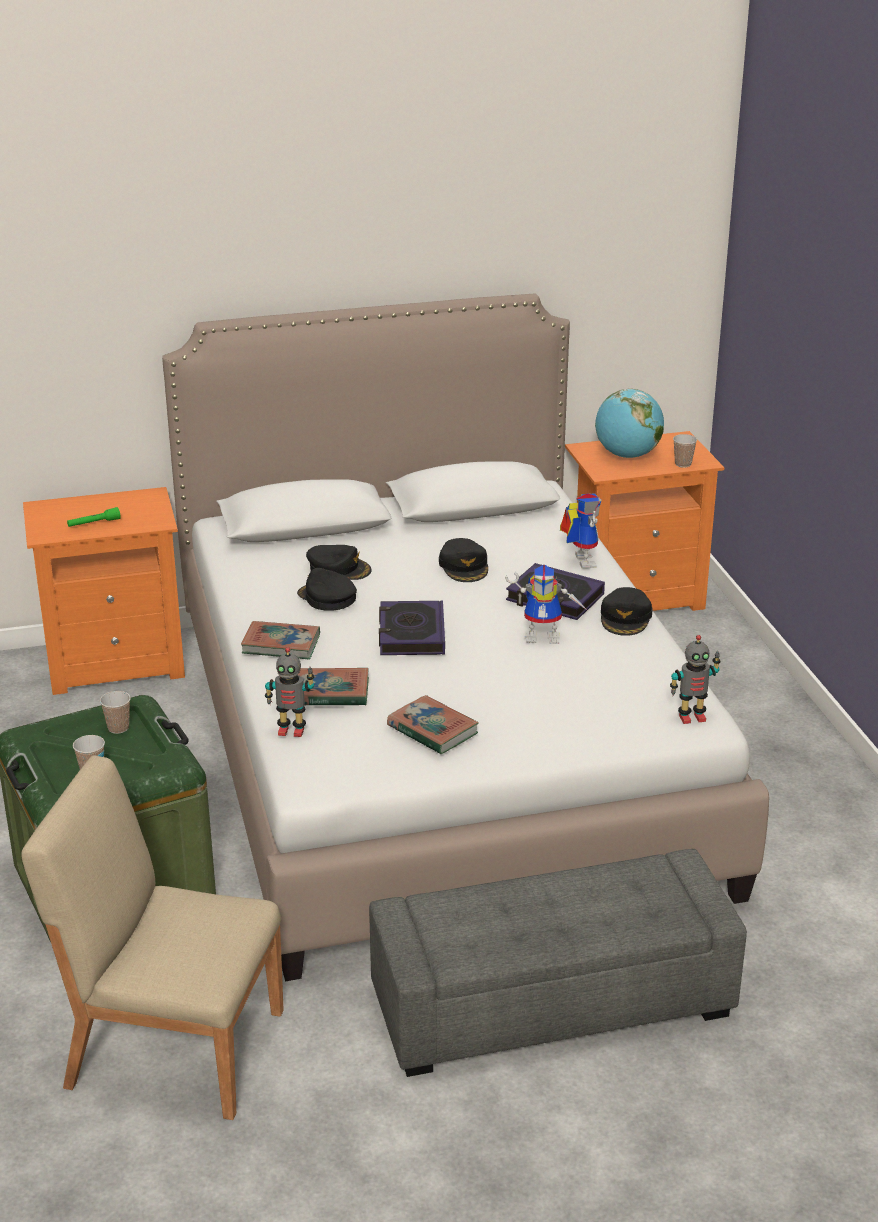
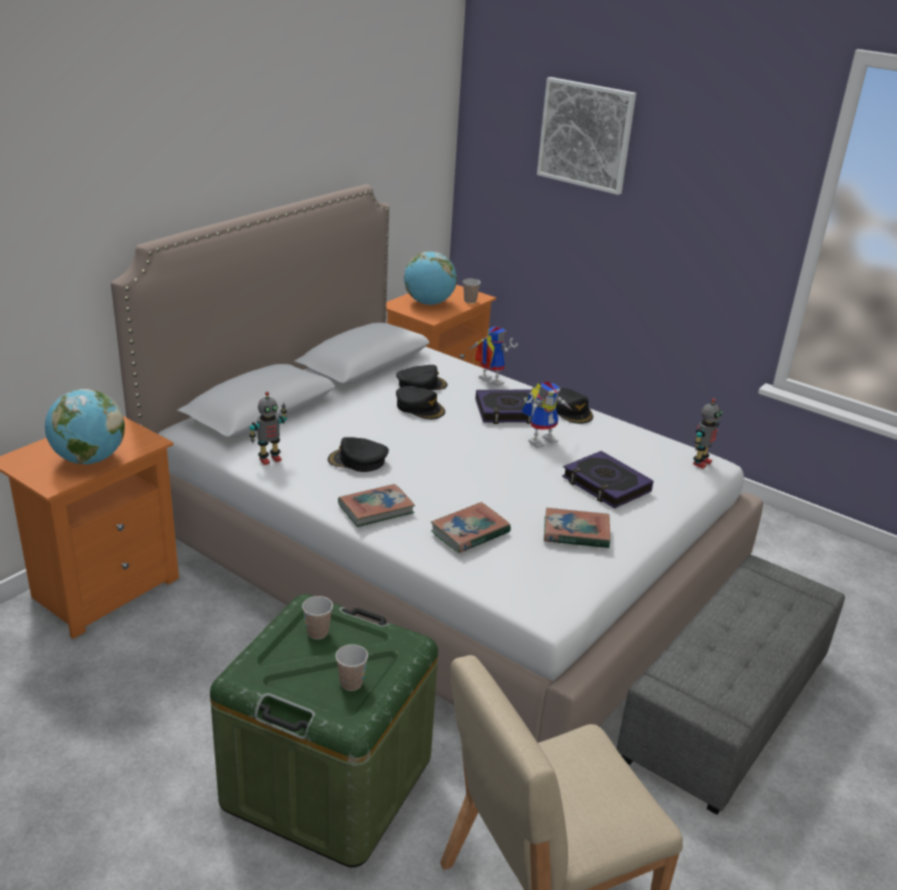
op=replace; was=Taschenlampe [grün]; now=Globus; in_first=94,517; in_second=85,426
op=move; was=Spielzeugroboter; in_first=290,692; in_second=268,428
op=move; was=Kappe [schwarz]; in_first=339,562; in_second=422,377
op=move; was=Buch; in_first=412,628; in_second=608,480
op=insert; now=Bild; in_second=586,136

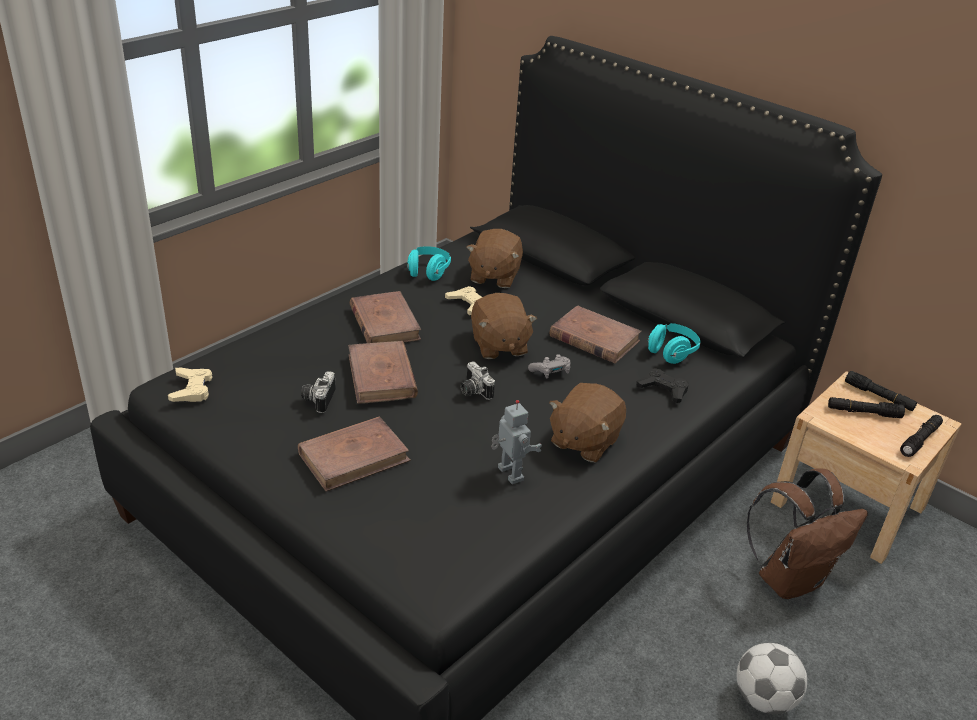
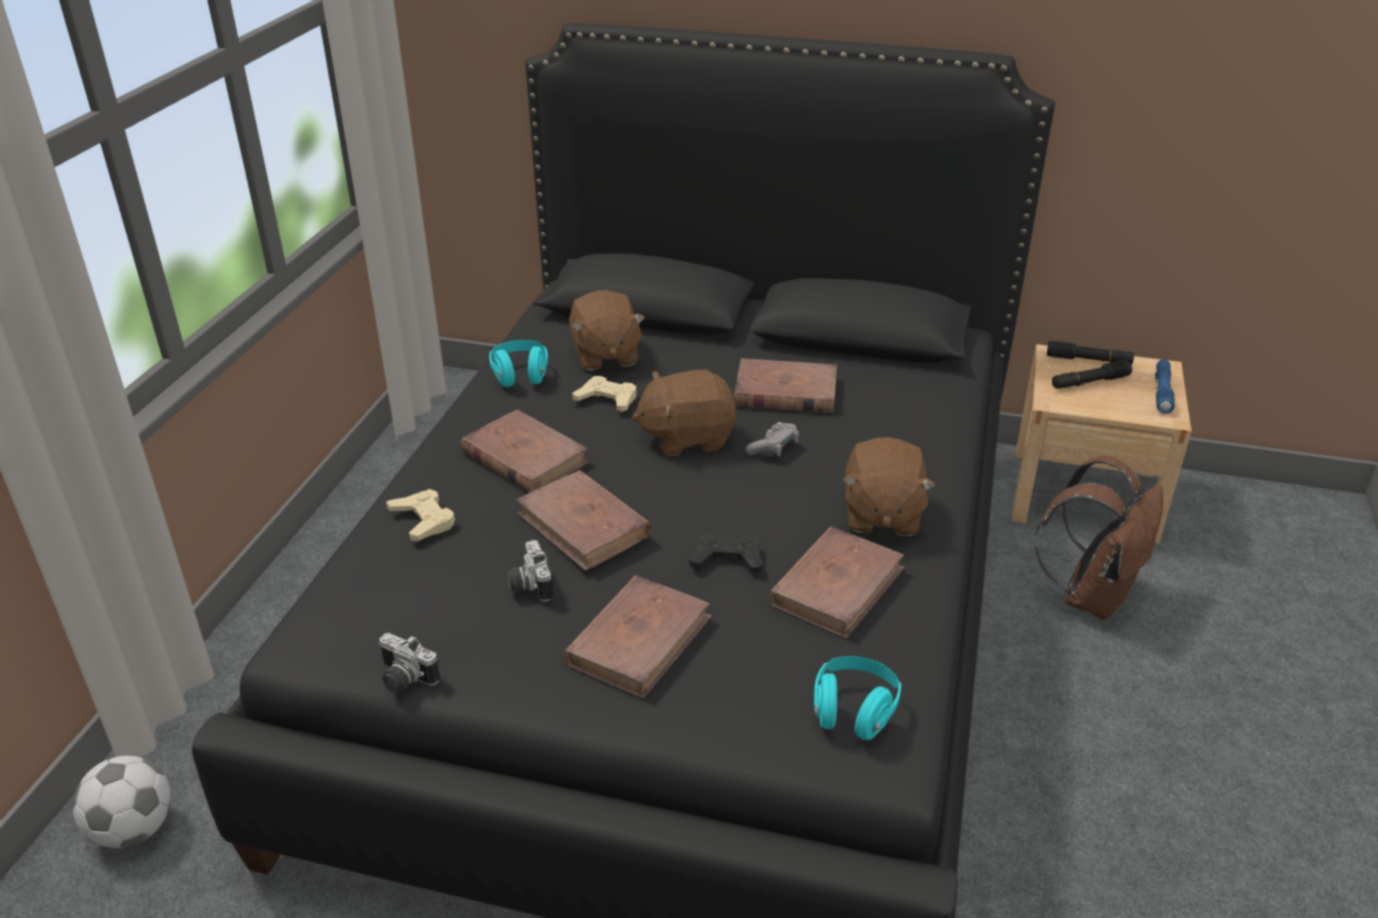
op=move; was=Gamepad [beige]; in_first=190,385; in_second=420,515
op=move; was=Kamera; in_first=477,381; in_second=409,663
op=rotate; was=Plüschtier [braun]; in_first=504,326; in_second=684,413; clockwise=120
op=replace; was=Spielzeugroboter; now=Buch [braun]; in_first=516,442; in_second=836,582
op=move; was=Gamepad [schwarz]; in_first=662,386; in_second=726,552
op=move; was=Kopfhörer [türkis]; in_first=674,343; in_second=857,698
op=move; was=Fußball; in_first=772,678; in_second=122,802
op=recolor; was=Taschenlampe [schwarz]; now=Taschenlampe [blau]; in_first=921,436; in_second=1165,386

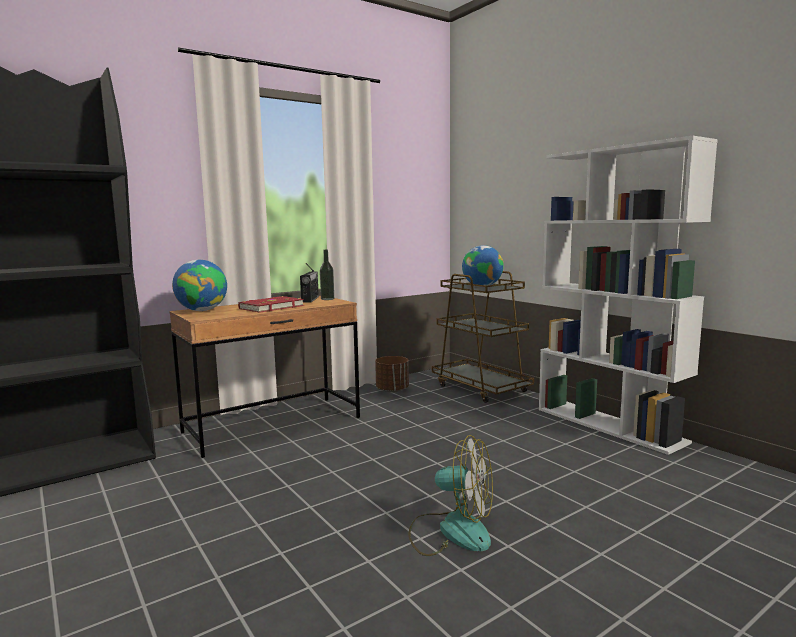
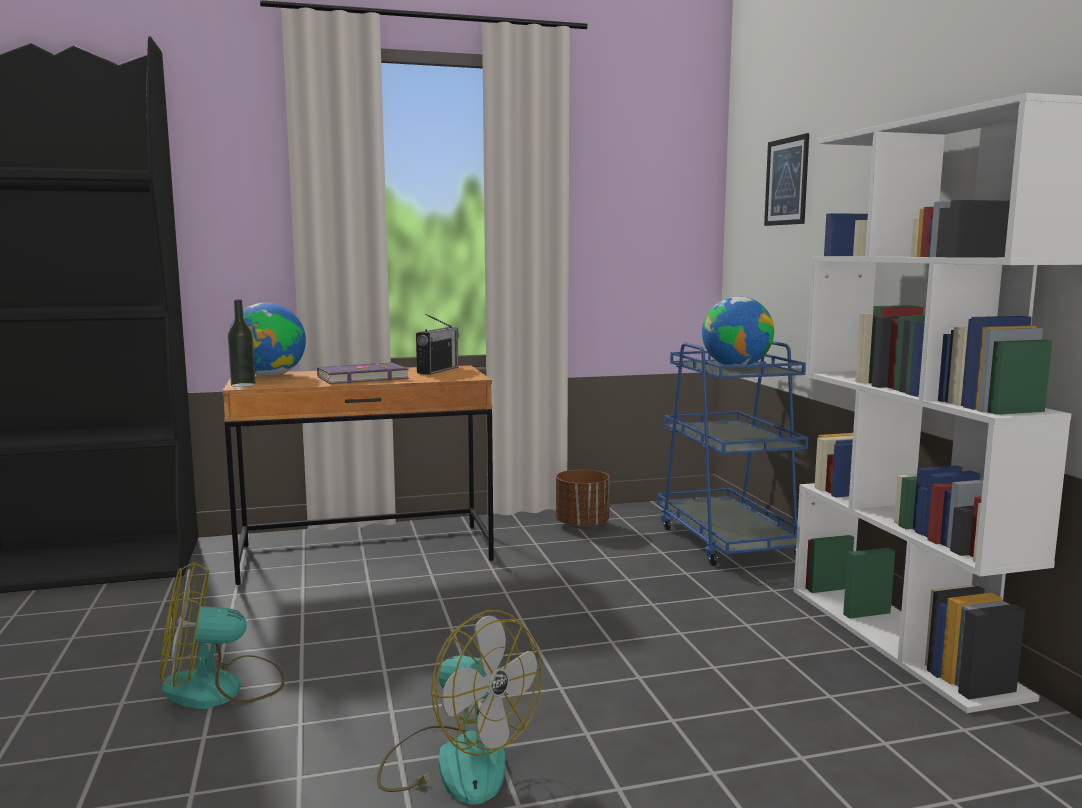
op=recolor; was=Buch [rot]; now=Buch [lila]; in_first=271,304; in_second=363,373
op=move; was=Flasche; in_first=327,275; in_second=242,343
op=recolor; was=Rollwagen [braun]; now=Rollwagen [blau]; in_first=483,337; in_second=732,453
op=insert; now=Ventilator; in_second=222,635
op=insert; now=Bild; in_second=786,179

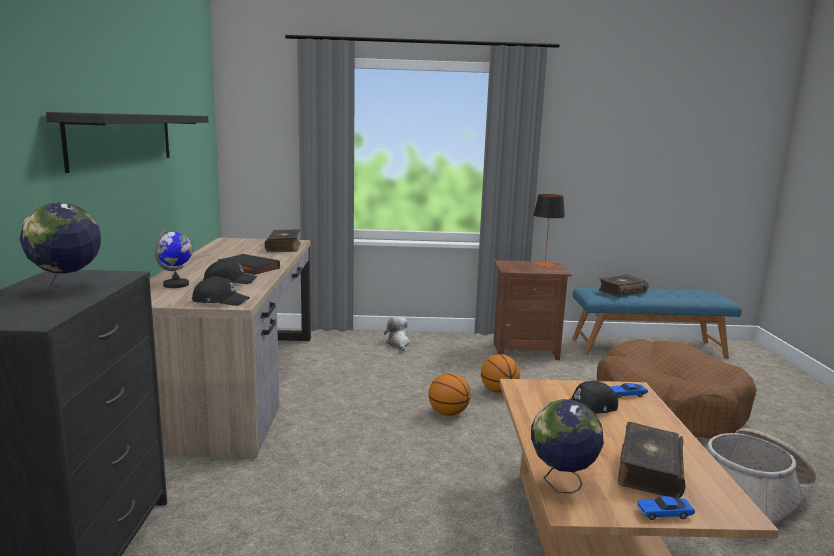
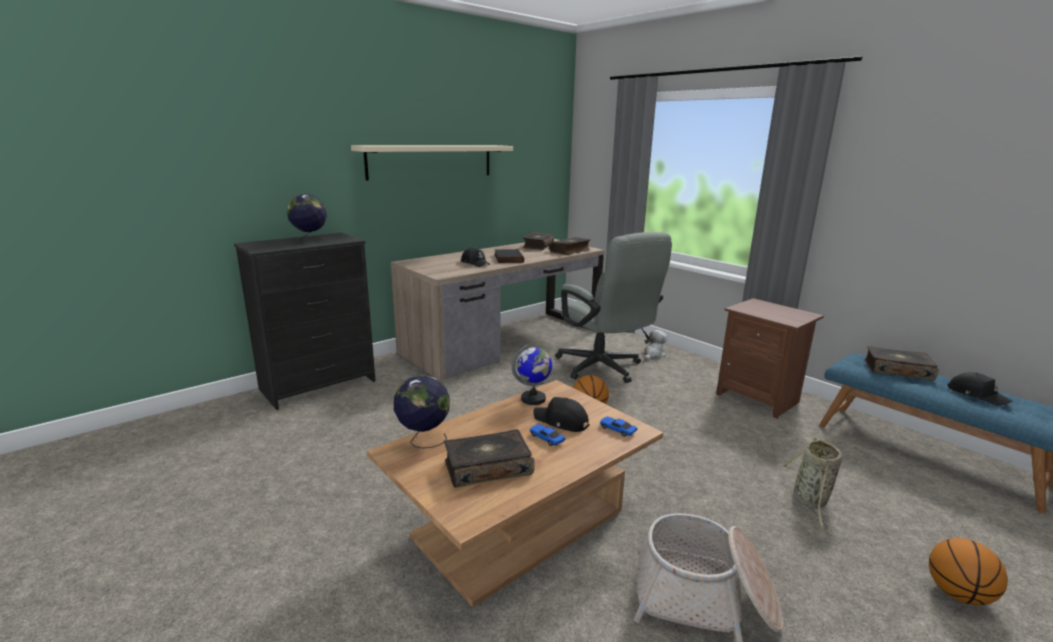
op=recolor; was=Wandregal [schwarz]; now=Wandregal [beige]; in_first=127,142; in_second=432,162
op=move; was=Globus; in_first=173,258; in_second=531,374
op=move; was=Kappe [schwarz]; in_first=221,291; in_second=979,389
op=move; was=Basketball; in_first=500,374; in_second=968,571
op=delete; was=Tischlampe; in_first=549,230
op=replace; was=Hundebett [braun]; now=Korb; in_first=677,389; in_second=811,484
op=move; was=Spielzeugauto; in_first=666,508; in_second=547,435
op=insert; now=Buch; in_second=538,241
op=insert; now=Bürostuhl [grau]; in_second=613,307

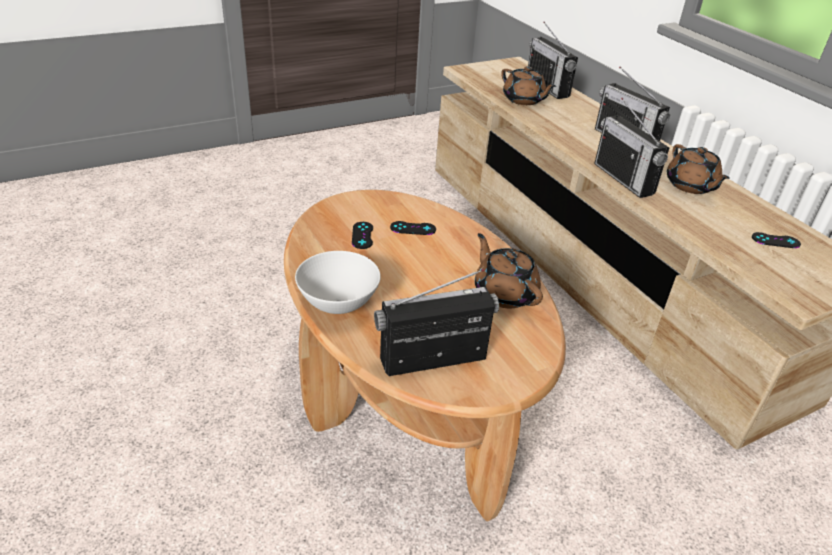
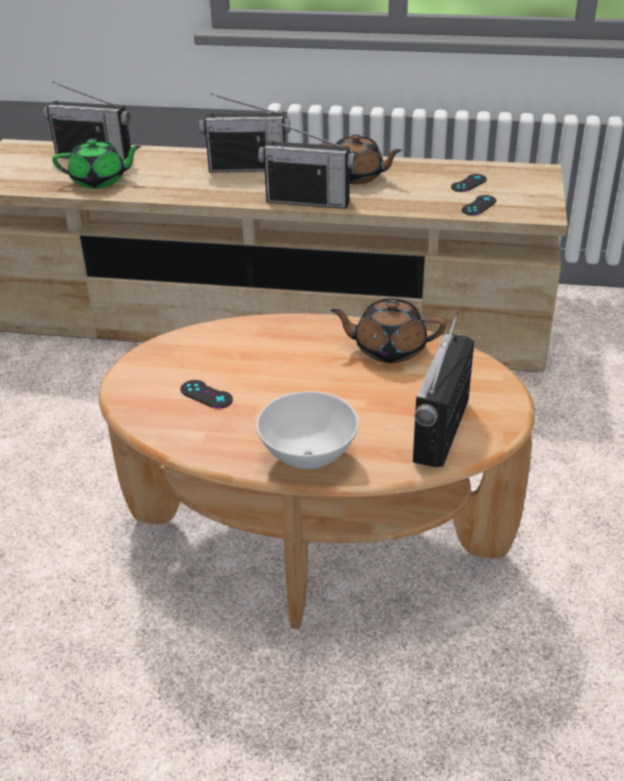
op=move; was=Gamepad [schwarz]; in_first=413,228; in_second=479,205
op=recolor; was=Teekanne [braun]; now=Teekanne [grün]; in_first=528,85; in_second=96,164

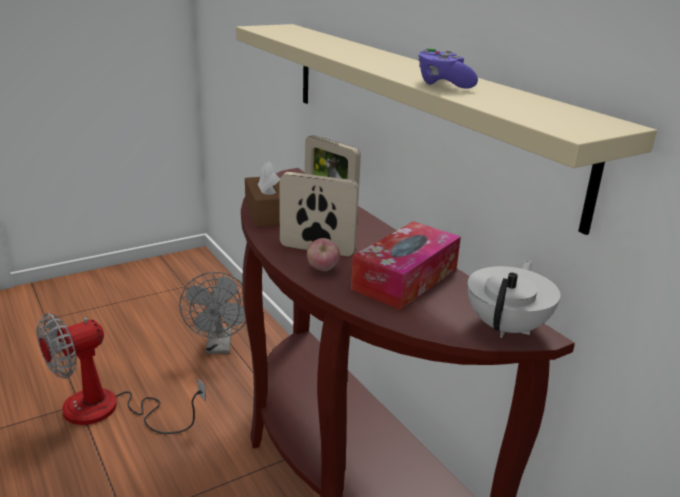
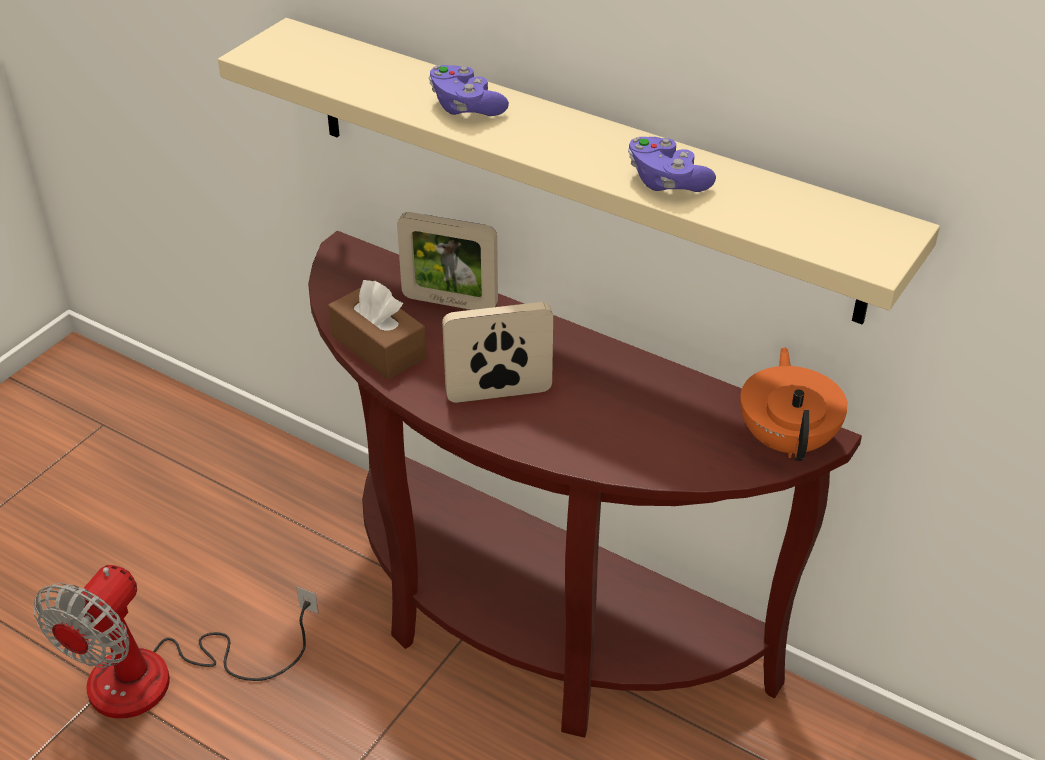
op=delete; was=Ventilator [grau]; in_first=212,313
op=delete; was=Apfel; in_first=323,254
op=delete; was=Taschentuchbox; in_first=406,265
op=recolor; was=Teekanne [weiß]; now=Teekanne [orange]; in_first=513,299; in_second=794,404
op=insert; now=Gamepad [lila]; in_second=469,90

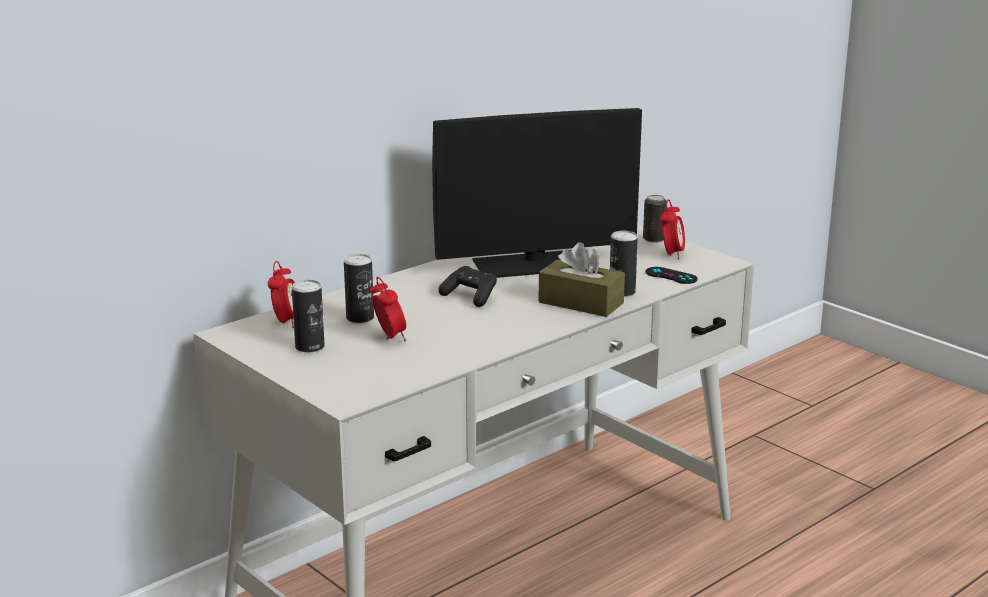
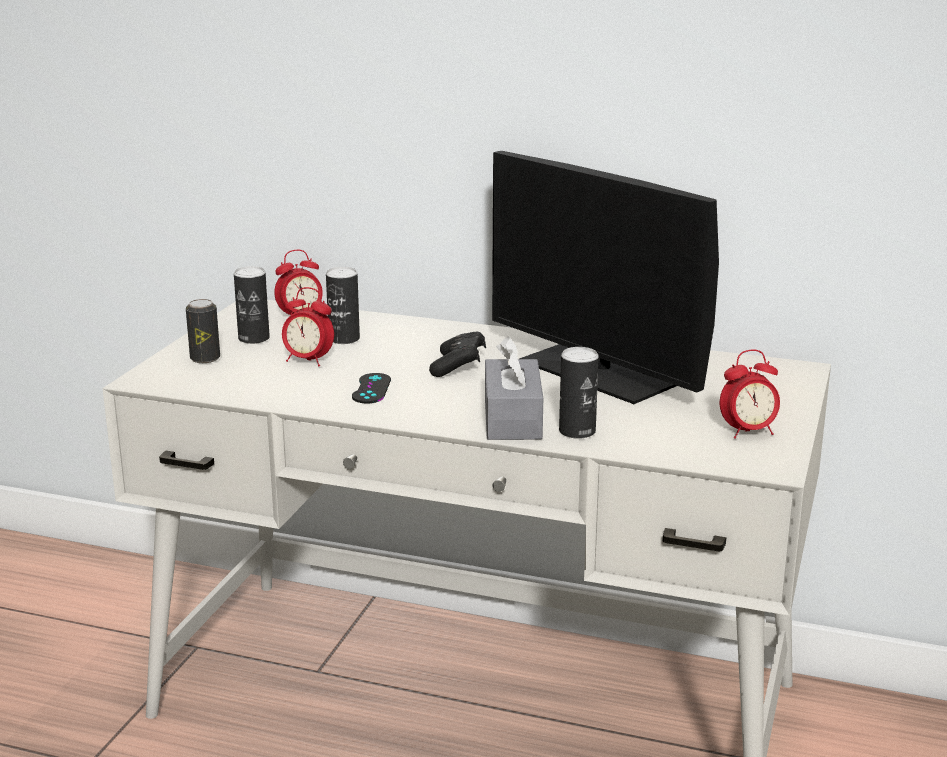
op=rotate; was=Wecker; in_first=388,309; in_second=308,326; clockwise=75
op=recolor; was=Taschentuchbox [braun]; now=Taschentuchbox [grau]; in_first=581,279; in_second=514,388
op=move; was=Dose; in_first=655,219; in_second=203,331
op=move; was=Gamepad [schwarz]; in_first=672,275; in_second=371,388

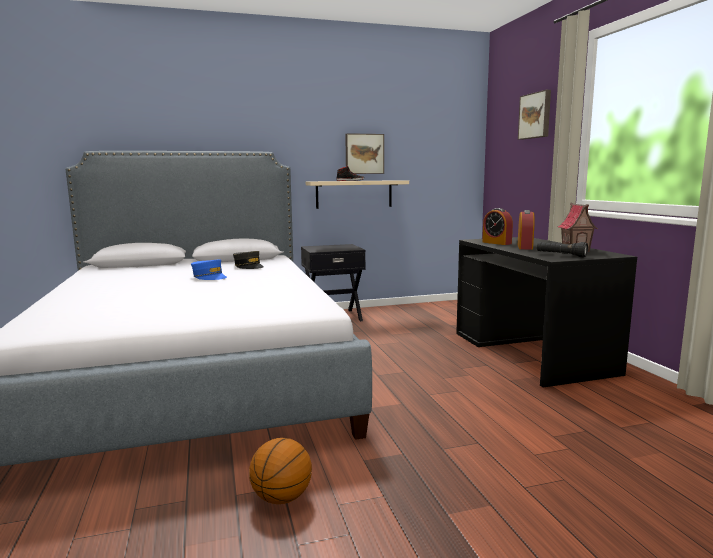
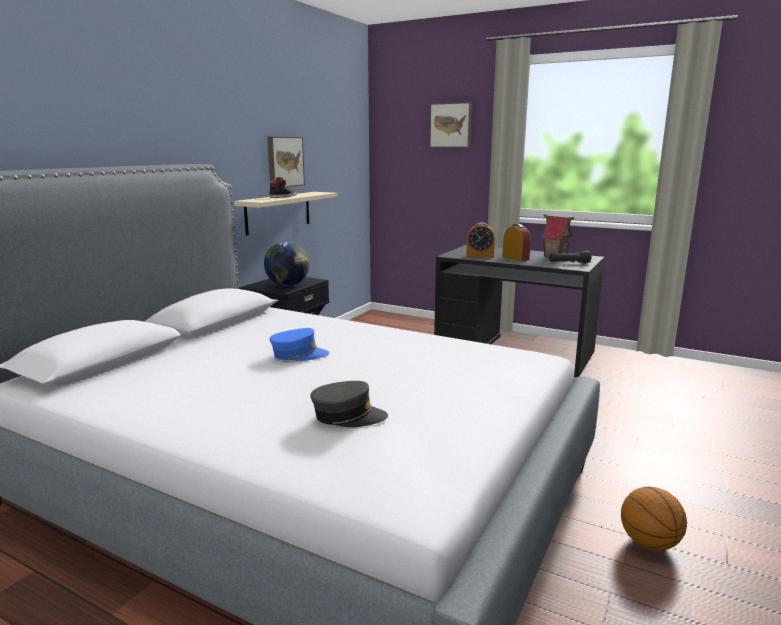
op=move; was=Kappe [grau]; in_first=248,260; in_second=349,404
op=insert; now=Globus; in_second=286,264

